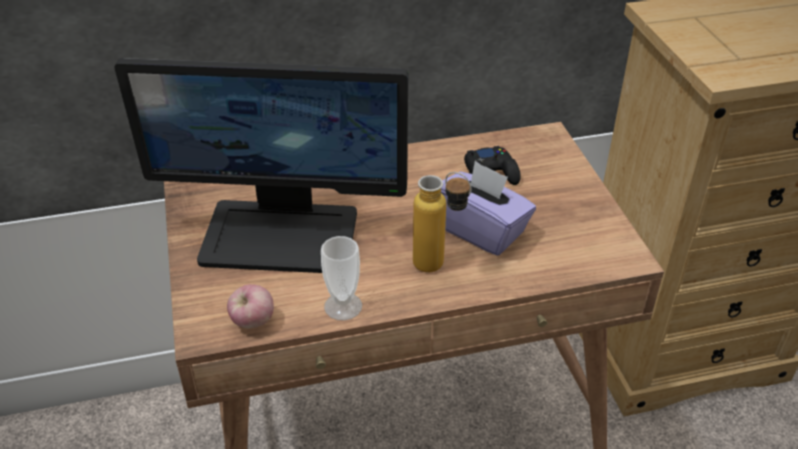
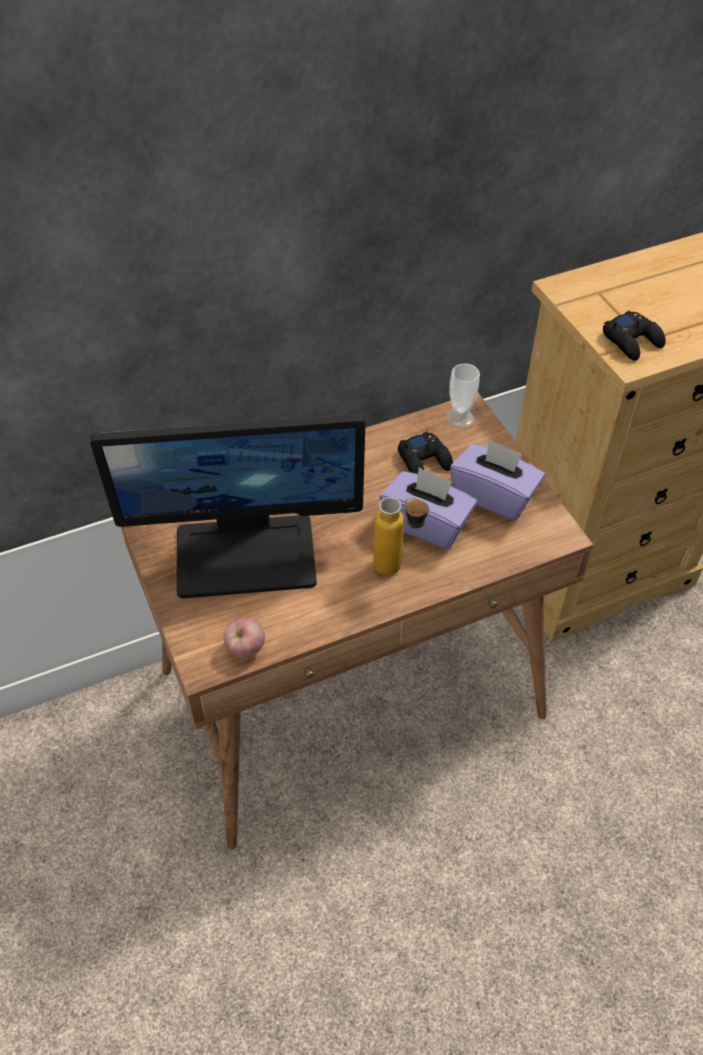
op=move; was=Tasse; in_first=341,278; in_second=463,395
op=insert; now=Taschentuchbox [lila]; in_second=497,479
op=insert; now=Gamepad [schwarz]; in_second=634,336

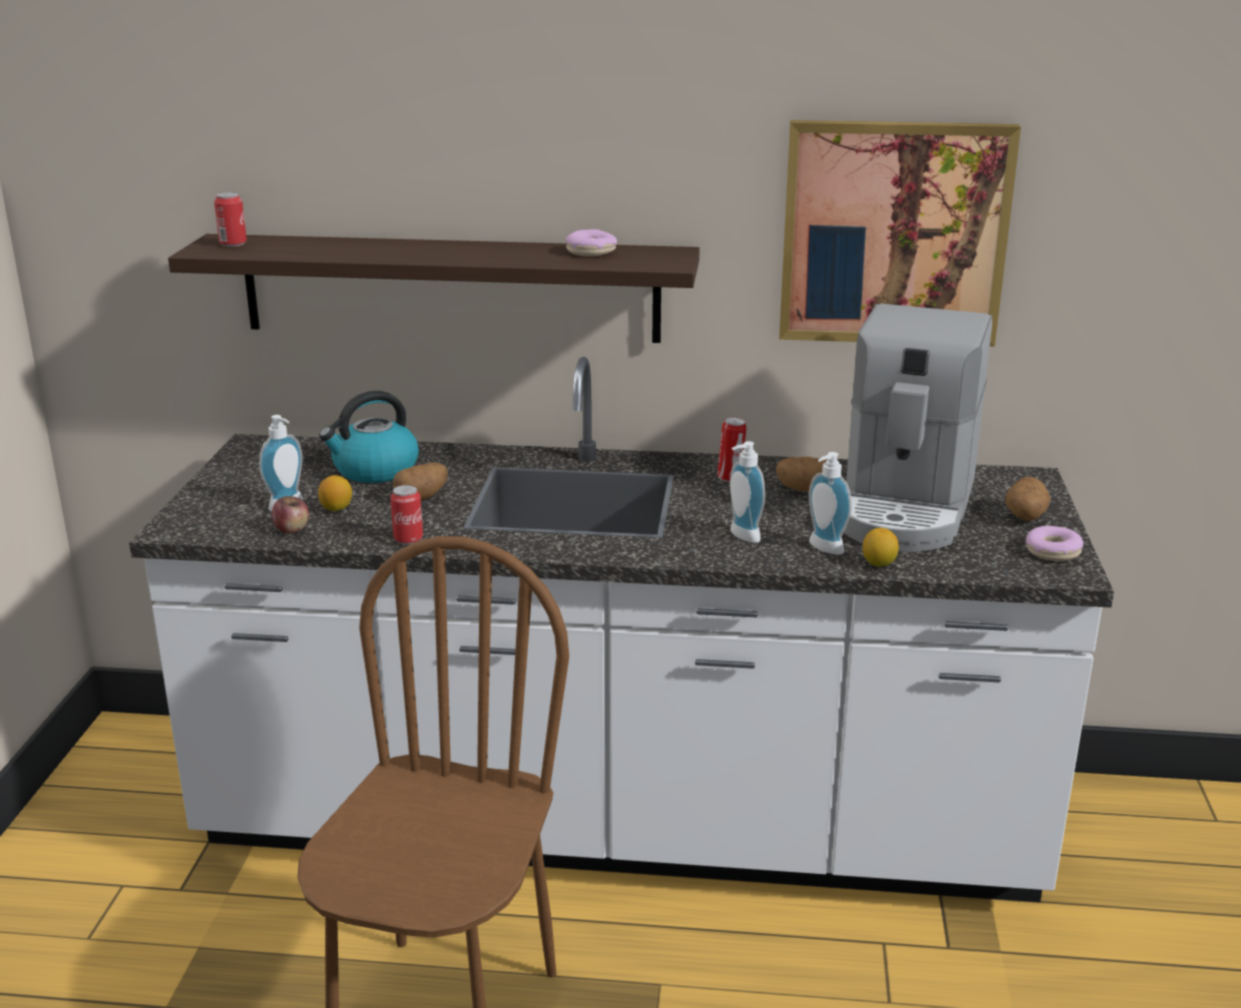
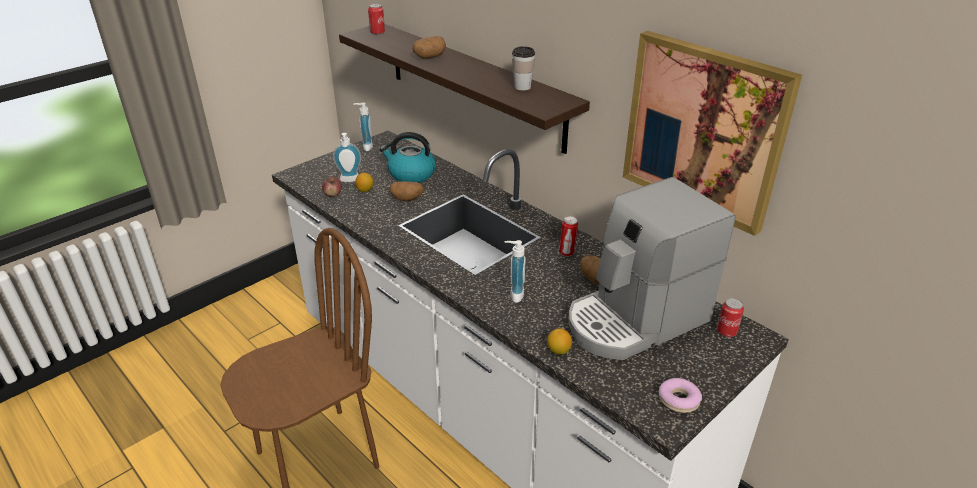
op=move; was=Dose; in_first=406,514; in_second=730,317
op=replace; was=Donut; now=Tasse; in_first=591,243; in_second=523,68
op=move; was=Seifenspender; in_first=830,503; in_second=363,126
op=move; was=Kartoffel; in_first=1028,499; in_second=429,47

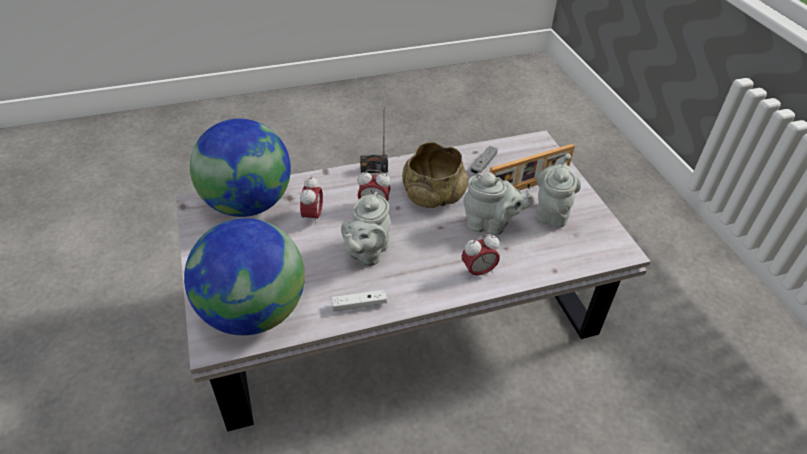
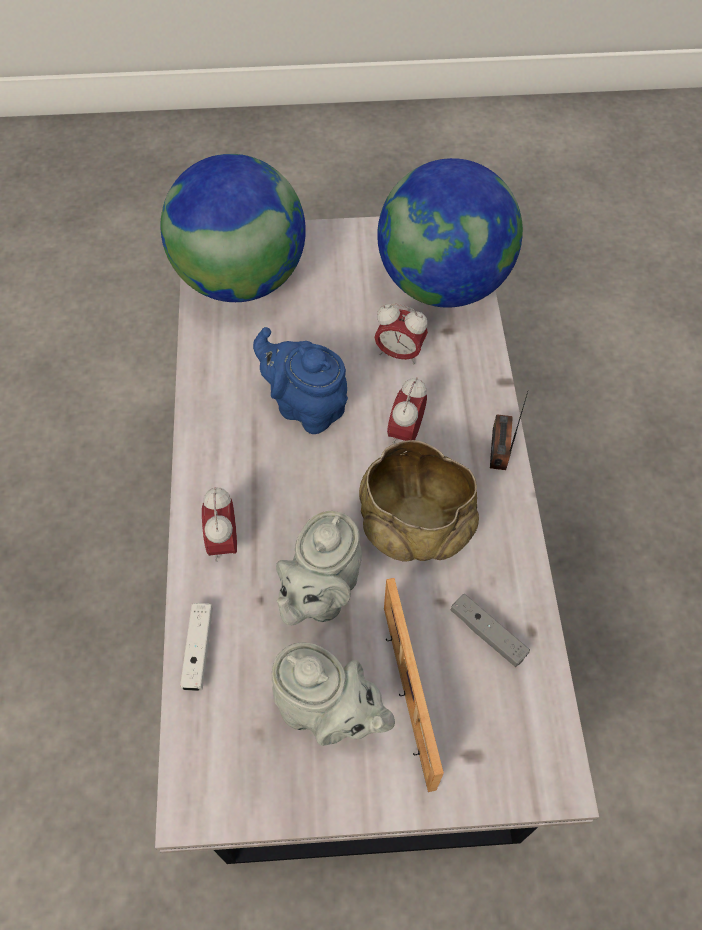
op=move; was=Gamepad [weiß]; in_first=359,300; in_second=196,647
op=recolor; was=Teekanne [grau]; now=Teekanne [blau]; in_first=366,229; in_second=300,380

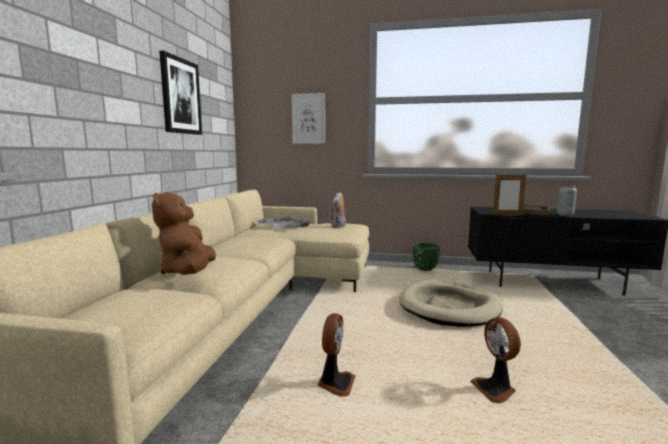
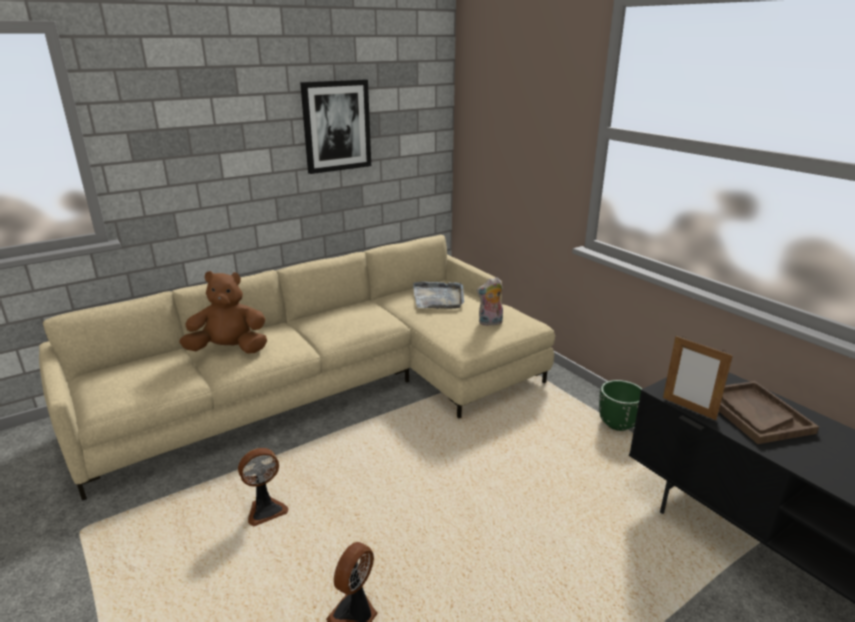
op=rotate; was=Plüschtier [braun]; in_first=183,233; in_second=223,312; clockwise=45
op=delete; was=Bild; in_first=308,118
op=delete; was=Hundebett [beige]; in_first=451,303
op=delete; was=Vase [grau]; in_first=567,200

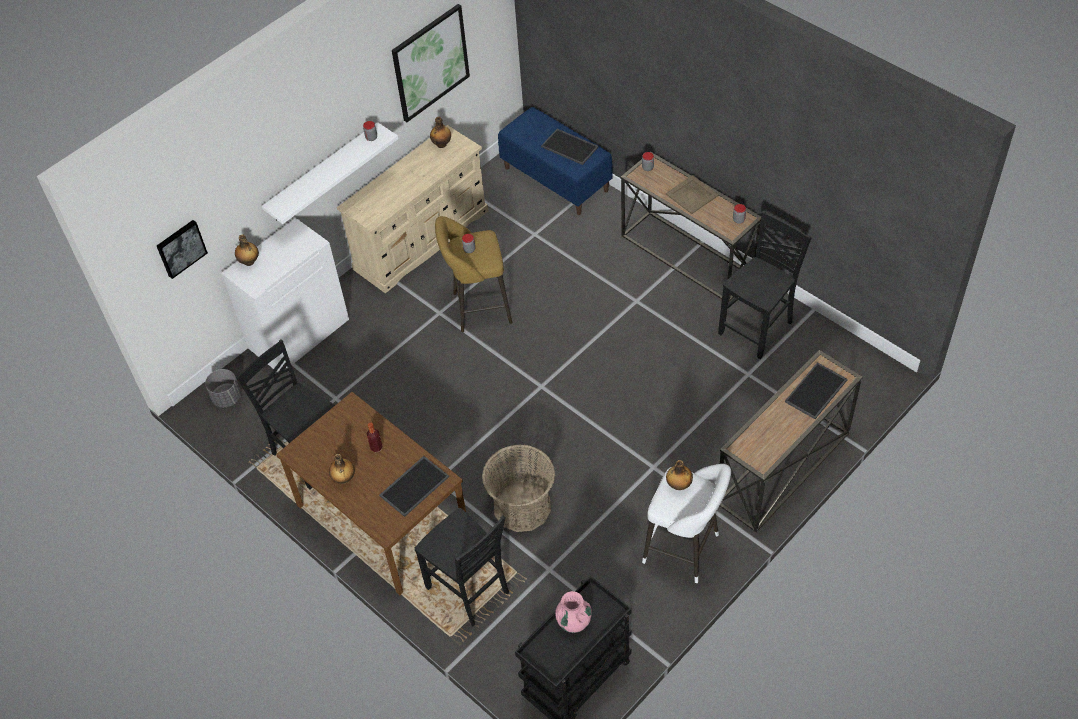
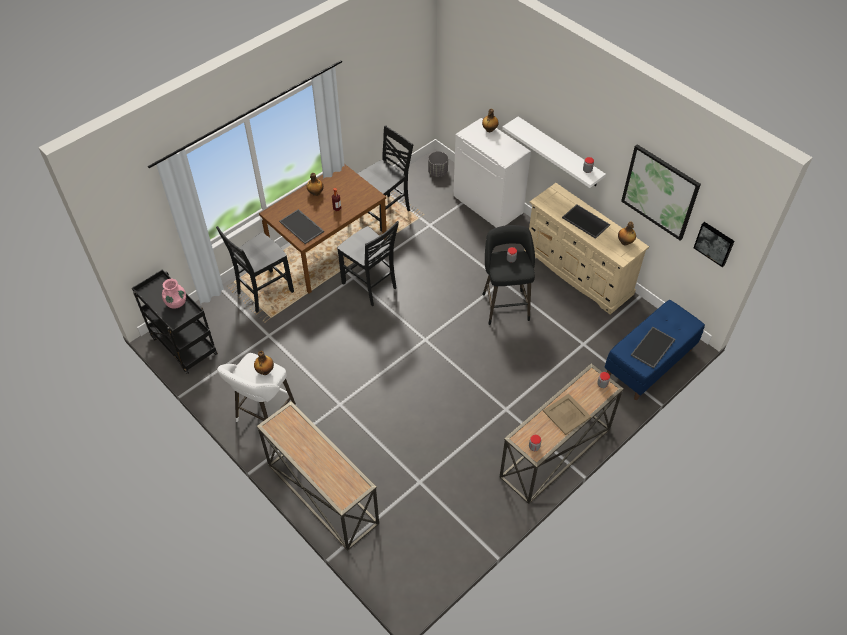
op=move; was=Bild; in_first=182,249; in_second=714,244
op=recolor; was=Hocker [gelb]; now=Hocker [schwarz]; in_first=473,274; in_second=508,275
op=delete; was=Korb; in_first=518,488
op=move; was=Stuhl [schwarz]; in_first=765,285; in_second=368,263
op=move; was=Tablett; in_first=816,390; in_second=586,221

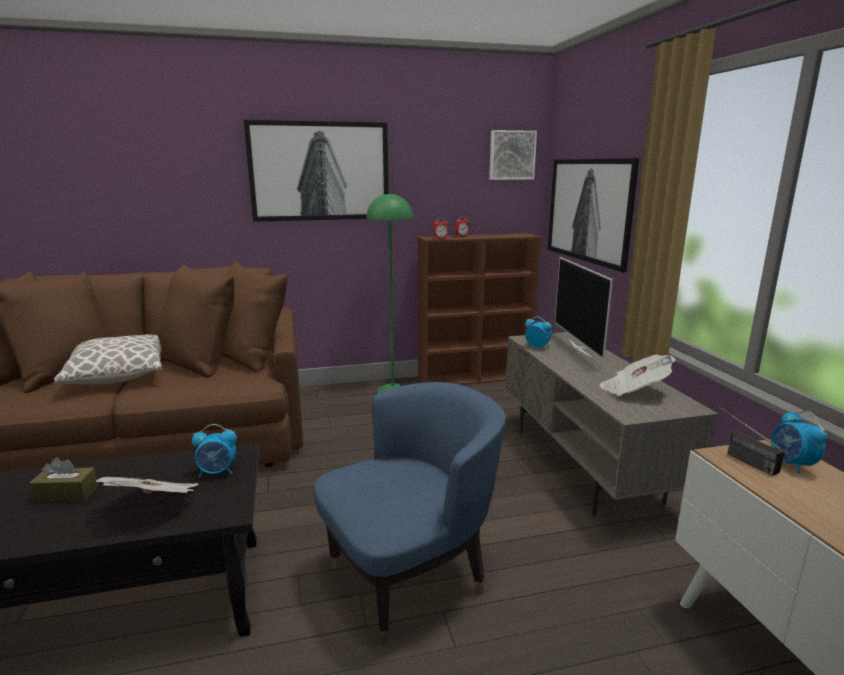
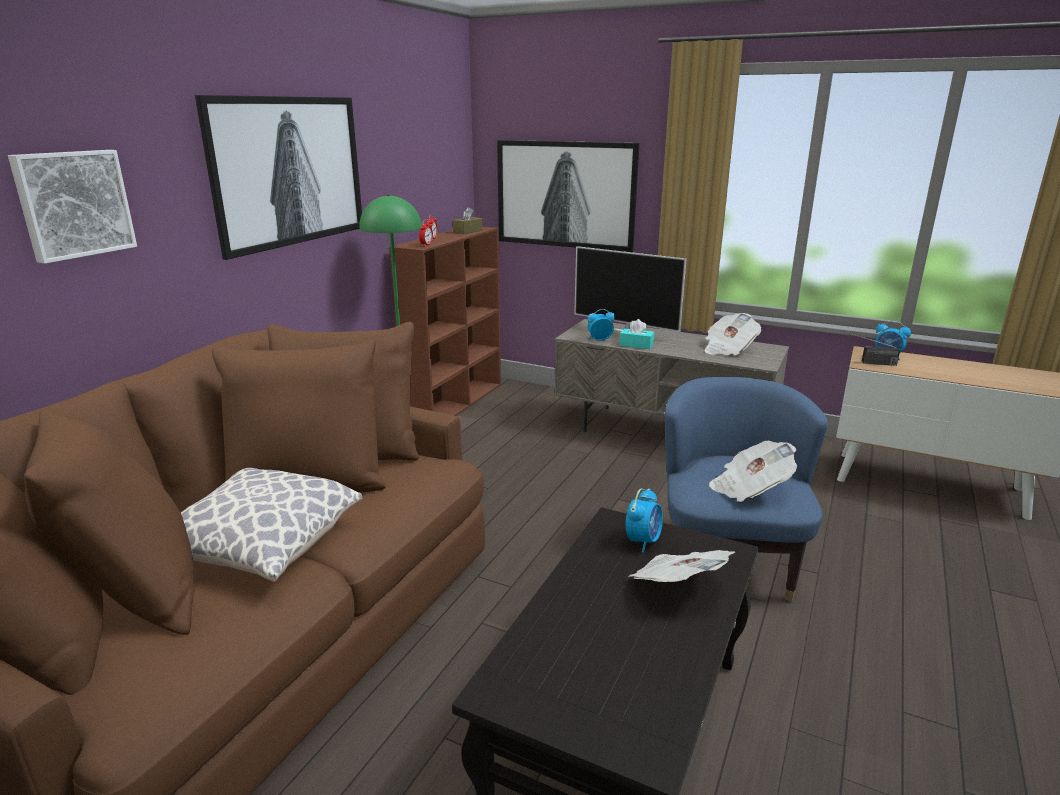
op=move; was=Taschentuchbox [braun]; in_first=64,479; in_second=467,220
op=move; was=Bild; in_first=513,155; in_second=72,207
op=insert; now=Taschentuchbox [türkis]; in_second=636,334
op=insert; now=Zeitung; in_second=753,471

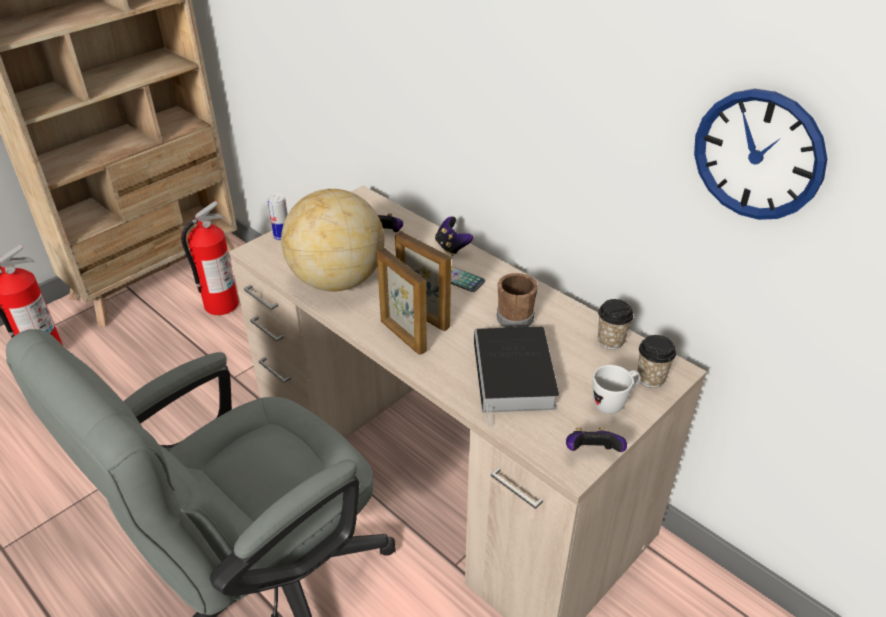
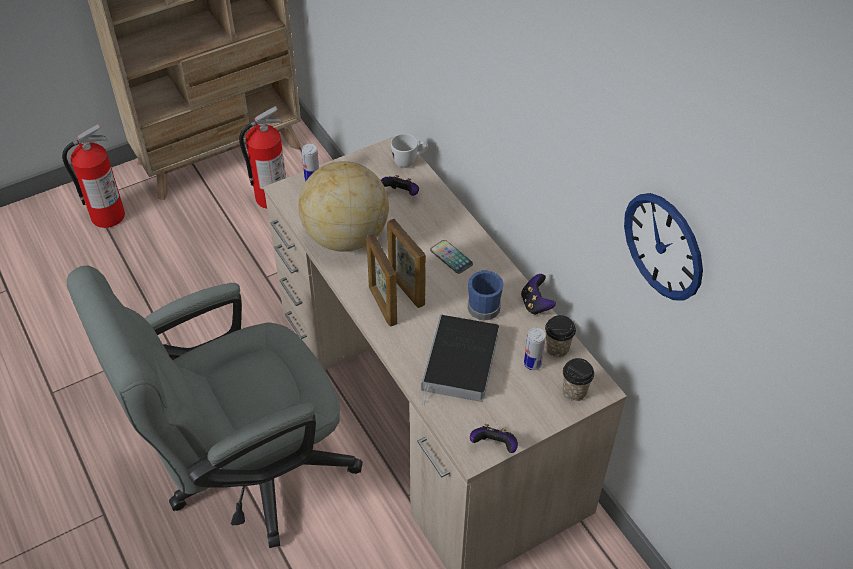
op=move; was=Gamepad; in_first=454,236; in_second=538,294
op=recolor; was=Henkelbecher [braun]; now=Henkelbecher [blau]; in_first=517,300; in_second=486,295
op=move; was=Henkelbecher [weiß]; in_first=617,389; in_second=409,151
op=insert; now=Dose; in_second=535,349

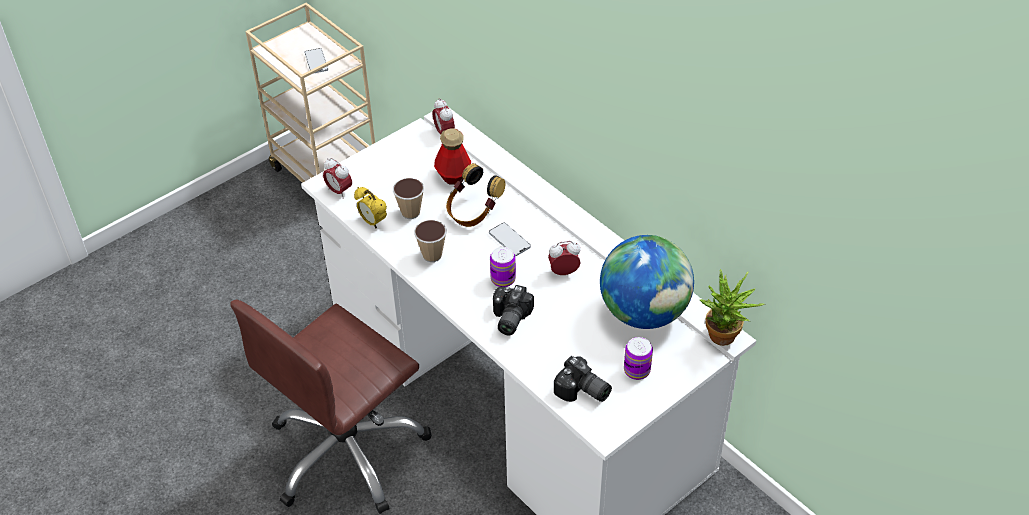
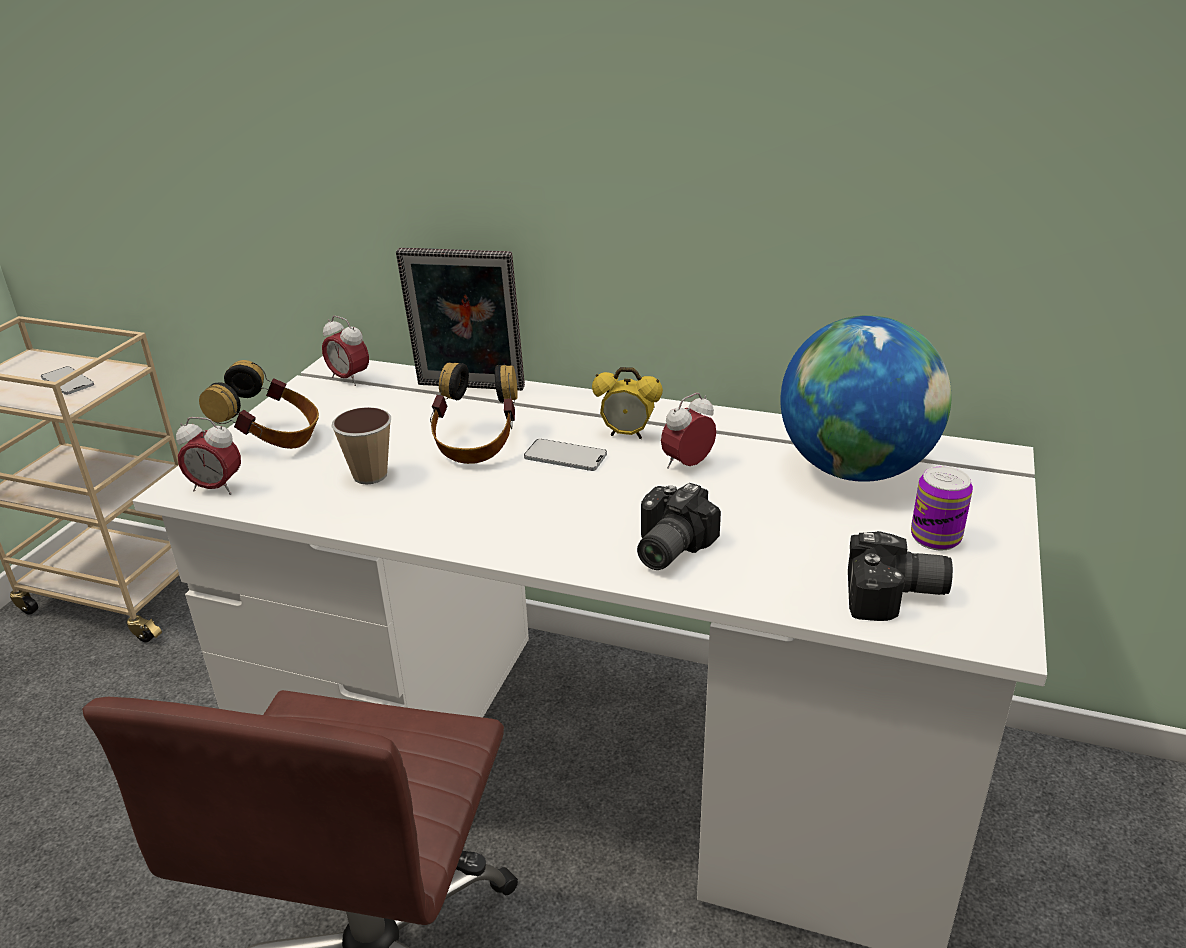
op=move; was=Wecker; in_first=370,208; in_second=627,403
op=delete; was=Tasse; in_first=430,241
op=delete; was=Flasche; in_first=452,156
op=delete; was=Dose; in_first=503,267
op=rotate; was=Kamera; in_first=513,310; in_second=679,526; clockwise=45
op=delete; was=Topfpflanze; in_first=732,307
op=insert; now=Kopfhörer; in_second=259,404
op=insert; now=Bilderrahmen; in_second=460,319

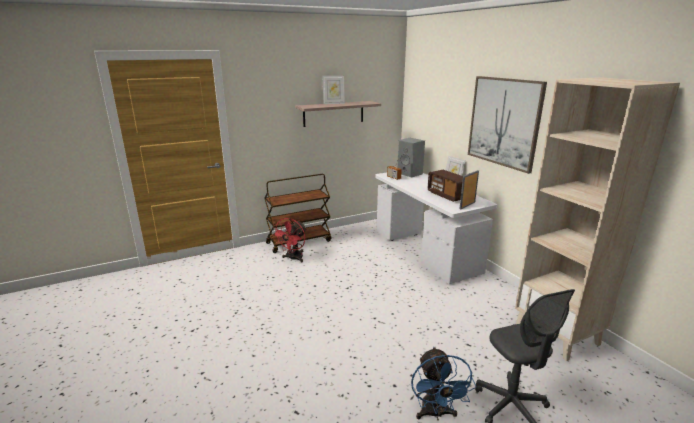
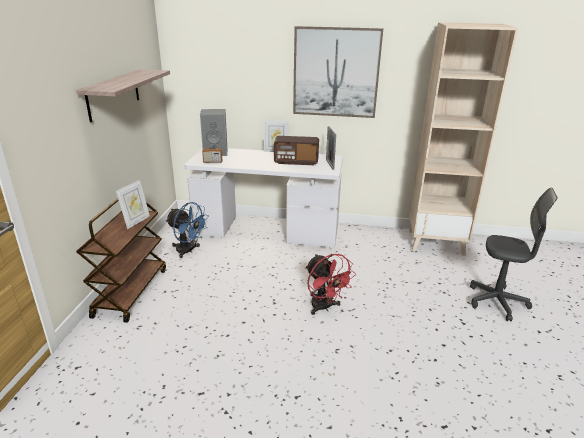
op=move; was=Ventilator [rot]; in_first=289,240; in_second=331,284
op=move; was=Bilderrahmen; in_first=333,90; in_second=133,204
op=move; was=Ventilator [blau]; in_first=444,383; in_second=187,230

